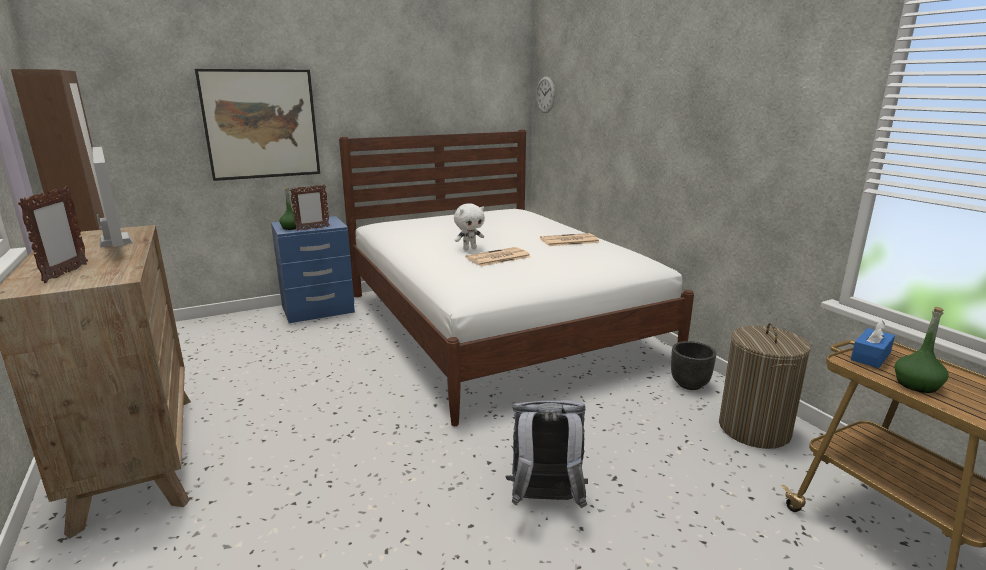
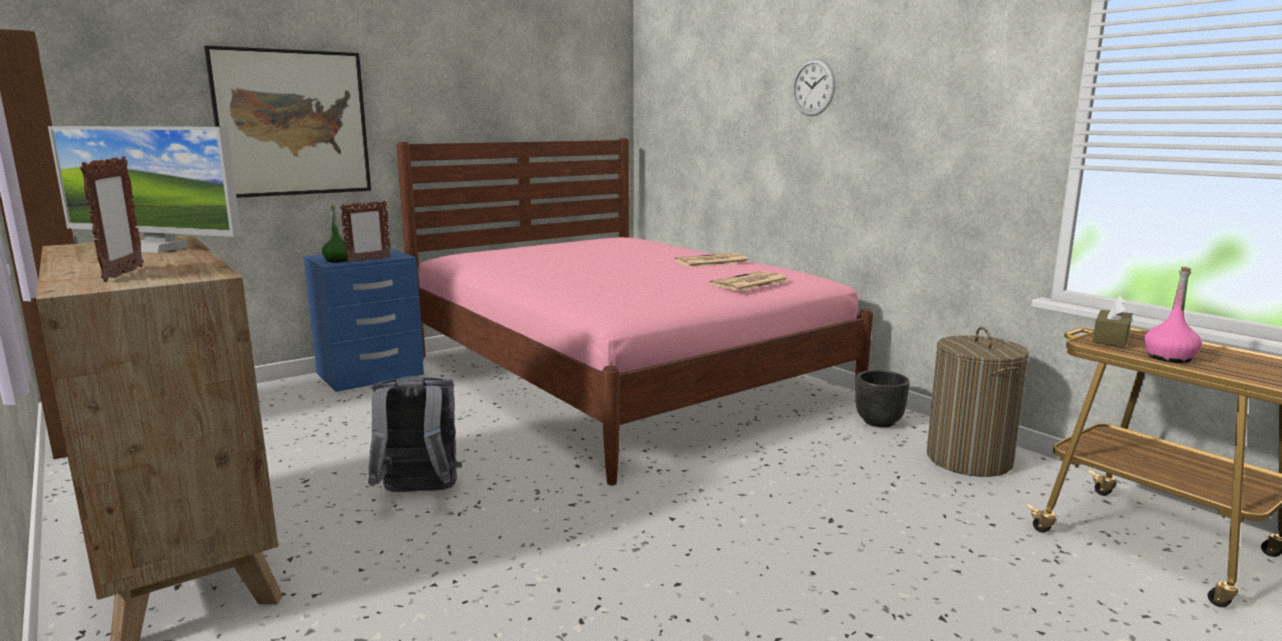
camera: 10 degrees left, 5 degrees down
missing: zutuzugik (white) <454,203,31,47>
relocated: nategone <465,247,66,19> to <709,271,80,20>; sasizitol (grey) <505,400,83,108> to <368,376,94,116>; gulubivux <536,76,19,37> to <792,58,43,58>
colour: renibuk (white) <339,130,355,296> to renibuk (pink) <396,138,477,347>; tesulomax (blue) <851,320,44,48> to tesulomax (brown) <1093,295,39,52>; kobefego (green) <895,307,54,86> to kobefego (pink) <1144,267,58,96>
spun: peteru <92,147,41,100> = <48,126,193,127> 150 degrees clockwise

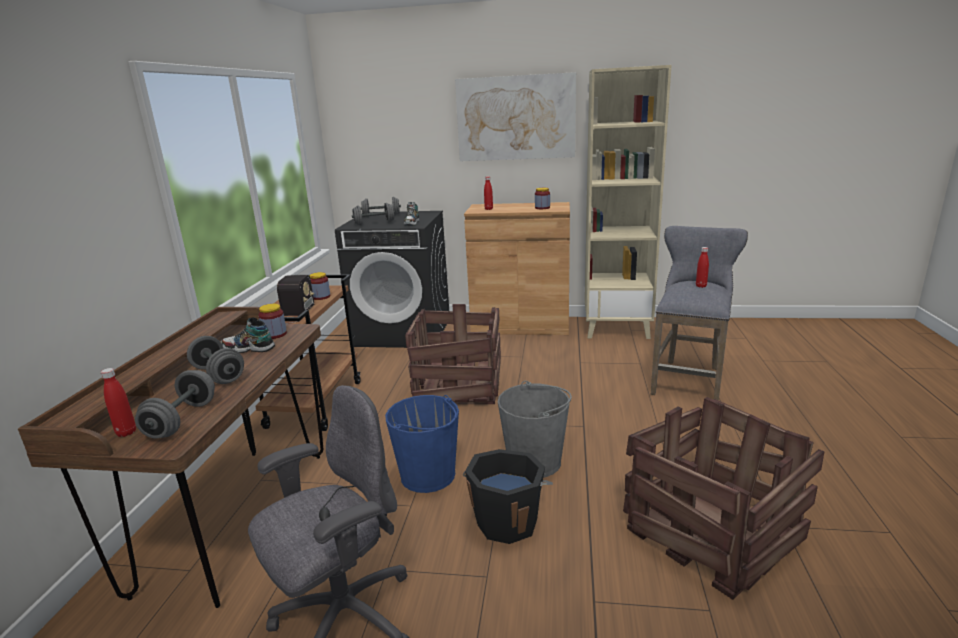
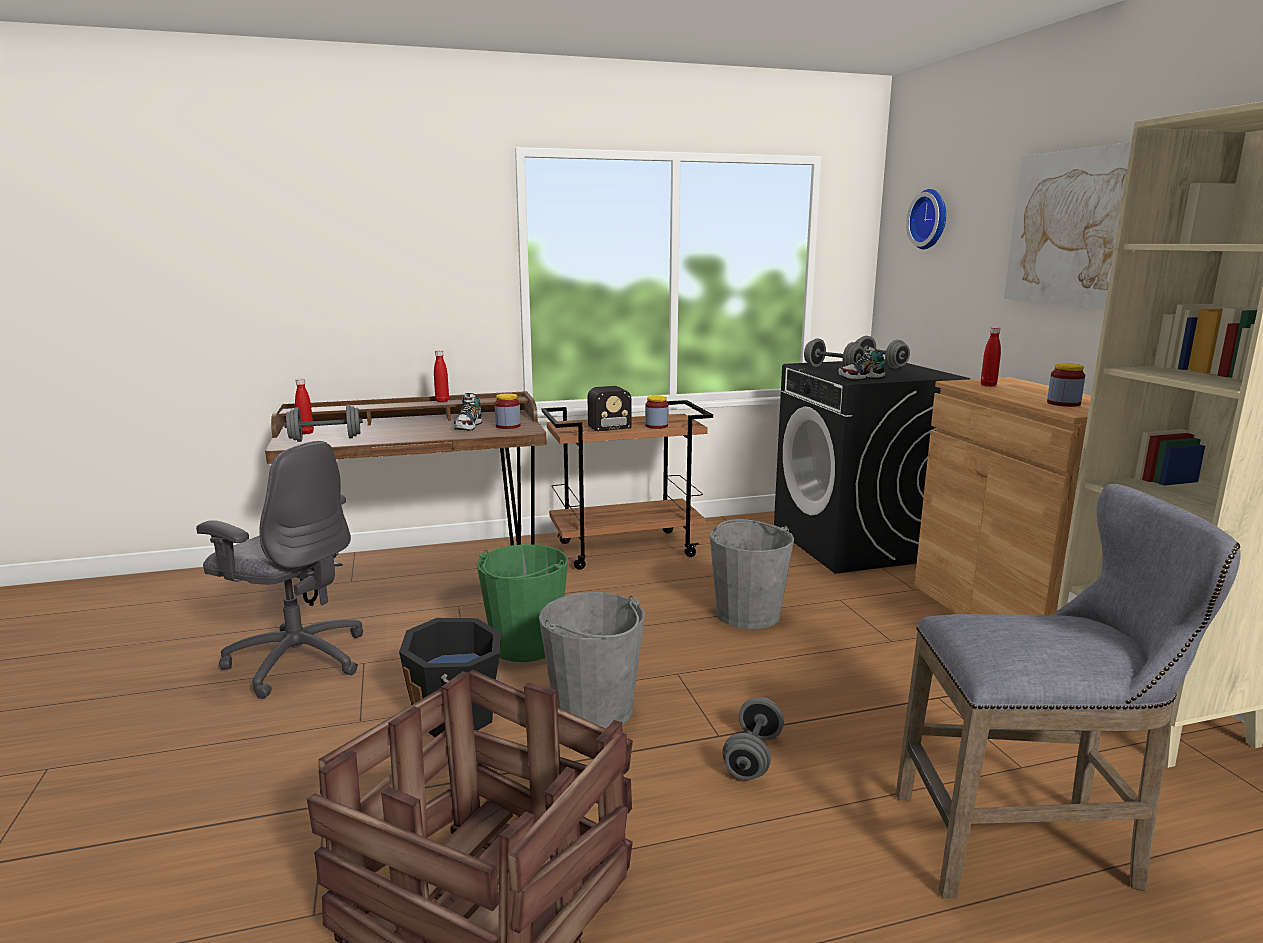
camera: 65 degrees right, 5 degrees down
appeared: gulubivux <906,189,40,60>
relocated: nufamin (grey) <187,336,57,48> to <722,697,62,83>; kobefego (red) <696,247,13,41> to <434,350,15,52>
exchanged: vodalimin <405,304,96,100> to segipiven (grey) <709,519,85,110>
colour: segipiven (blue) <385,395,74,98> to segipiven (green) <477,544,91,118>
spun: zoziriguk <221,317,54,36> = <453,393,29,38> 150 degrees counterclockwise

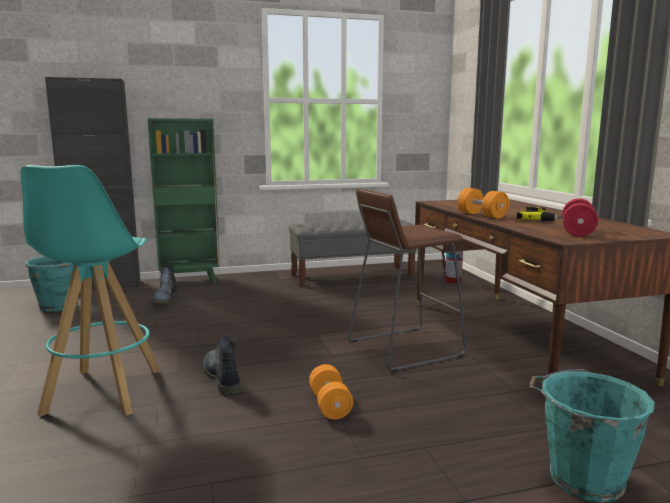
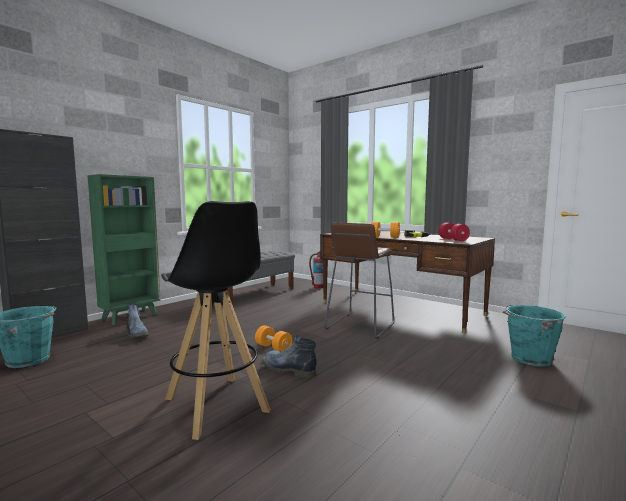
camera: 35 degrees left, 5 degrees down
relocated: nufamin (orange) <309,364,44,56> to <255,325,38,27>
colour: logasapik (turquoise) <21,165,140,252> to logasapik (black) <161,201,110,239>

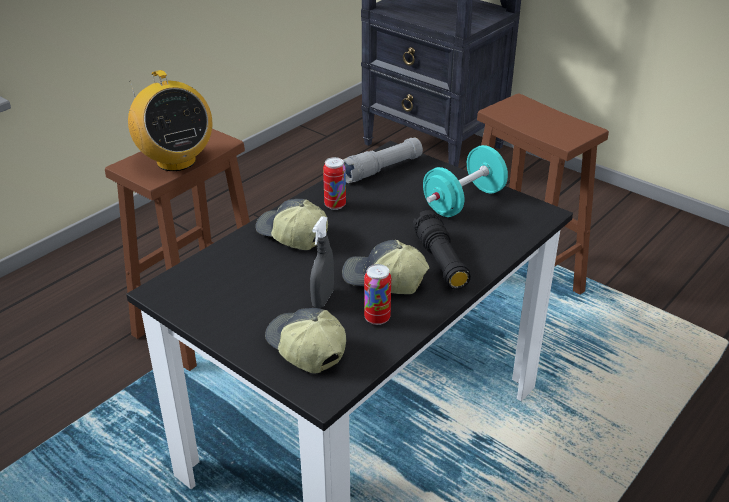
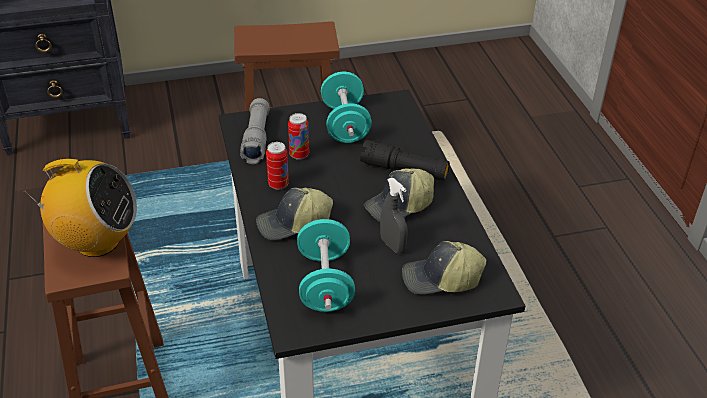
camera: 55 degrees left, 5 degrees up
appeared: nufamin (turquoise) <297,219,58,93>
relocated: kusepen <364,264,27,61> to <288,113,21,47>

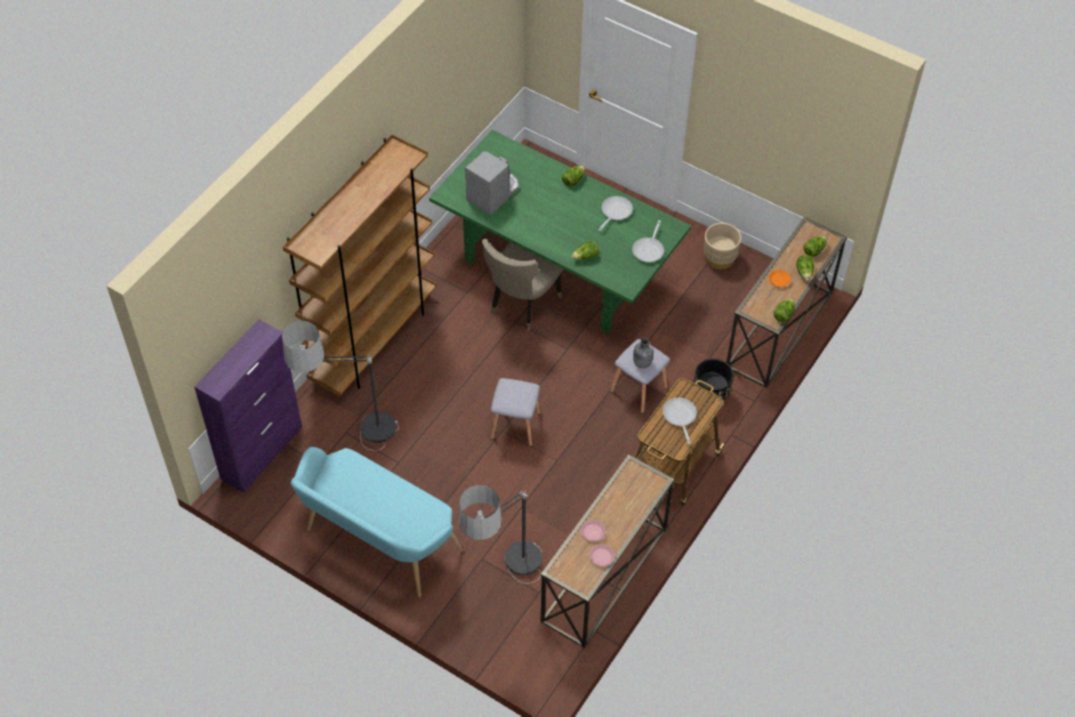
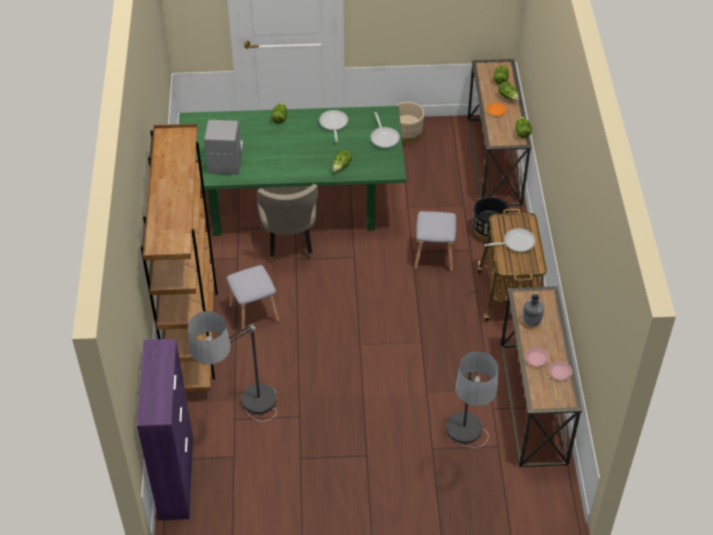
camera: 35 degrees left, 5 degrees down
missing: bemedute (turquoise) <291,447,172,150>
relocated: logasapik (grey) <491,378,49,69> to <227,265,52,68>; kobefego (grey) <633,338,21,30> to <522,294,22,32>
spun: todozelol <663,398,34,46> = <484,228,52,24> 120 degrees clockwise

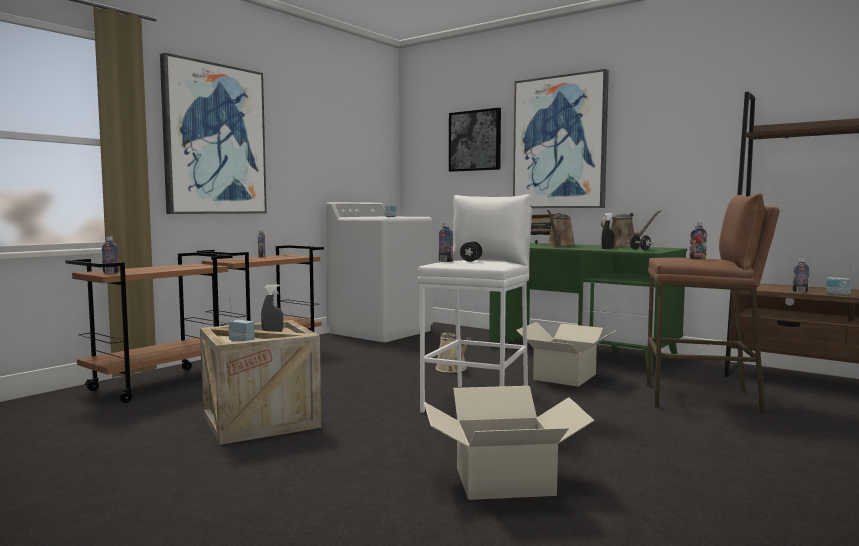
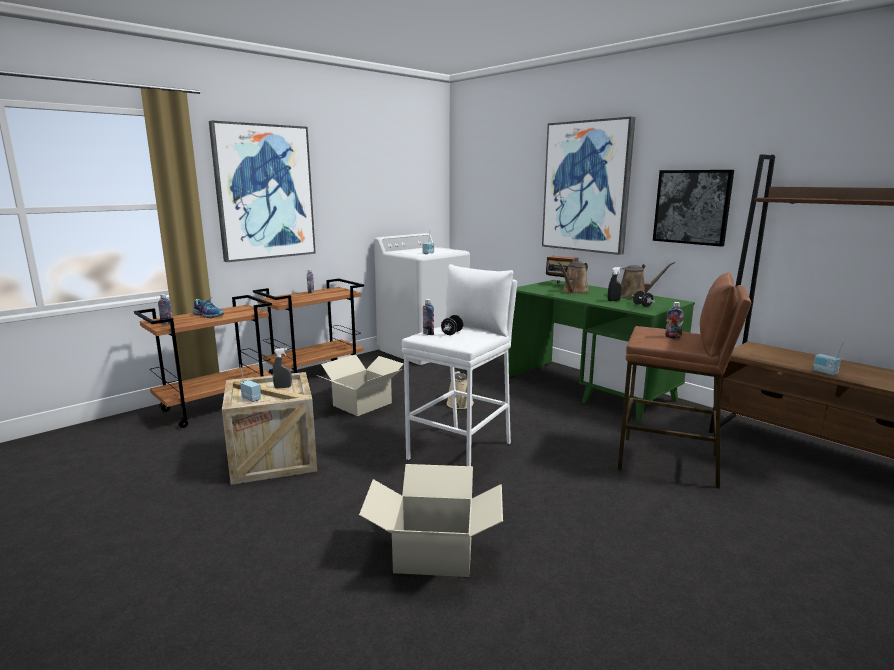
camera: 10 degrees right, 10 degrees up
missing: kobefego <792,258,17,34>
appeared: zoziriguk <192,298,32,20>
relocated: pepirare <449,108,52,64> to <653,170,81,77>; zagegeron <516,322,100,65> to <317,354,87,62>

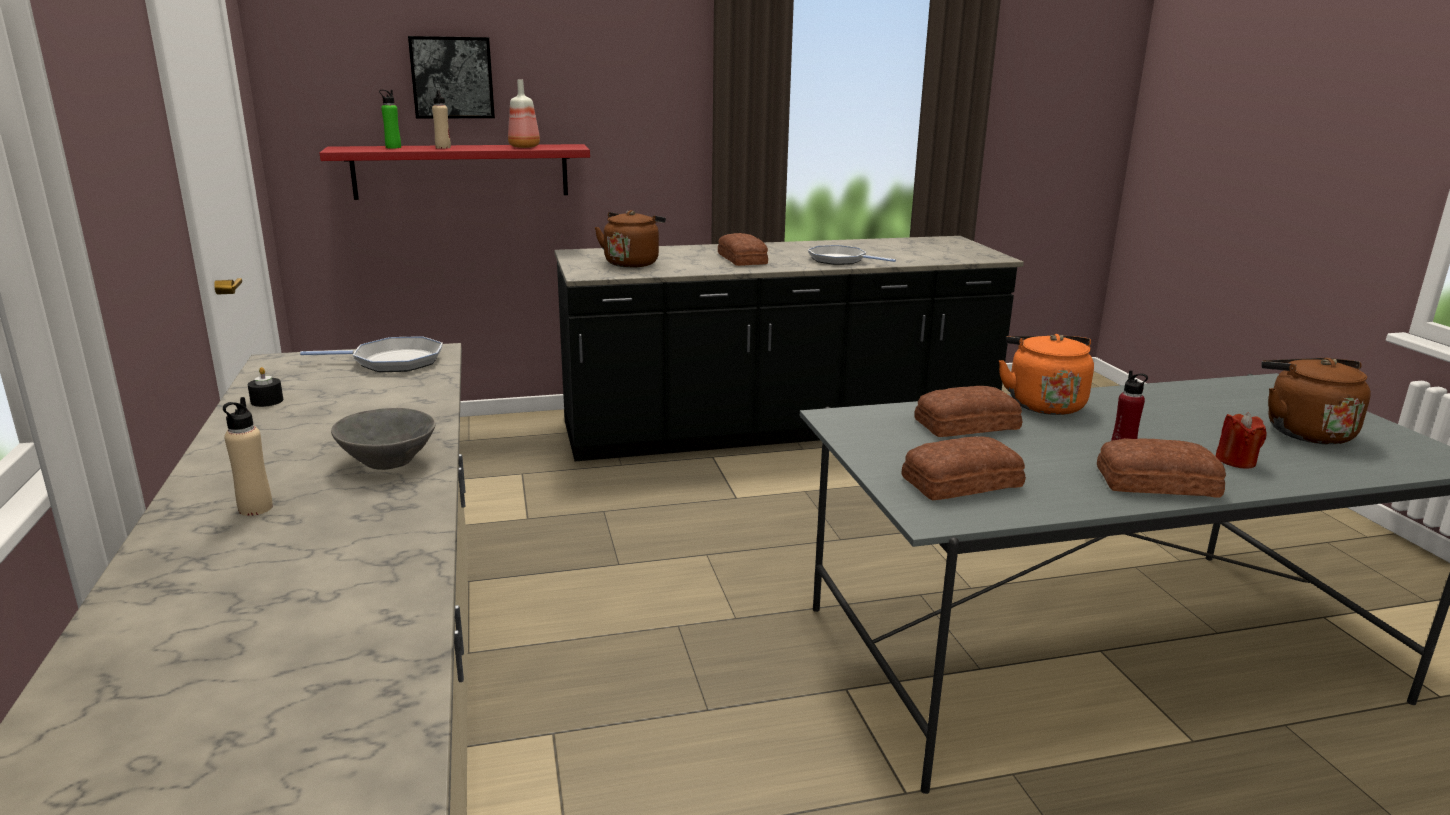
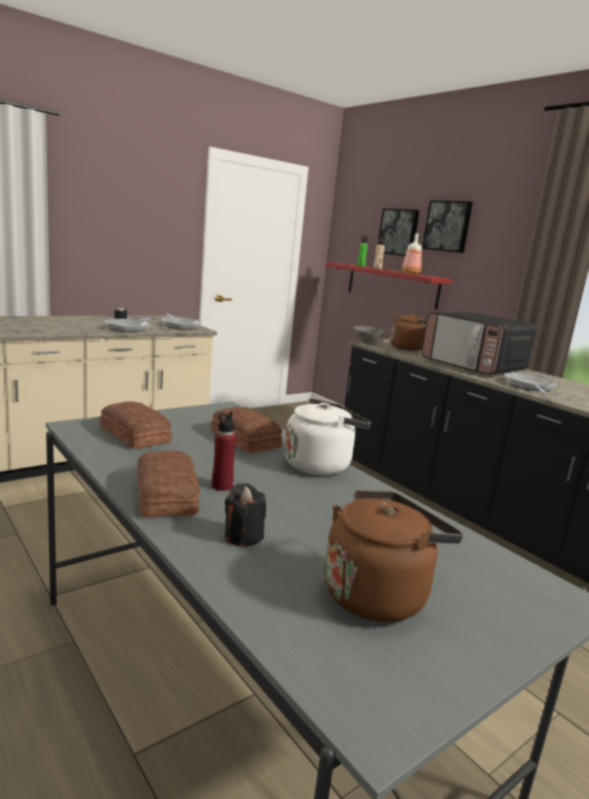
camera: 65 degrees right, 5 degrees down
missing: kobefego (beige) <223,397,50,119>
appeared: todozelol <104,318,48,14>; pepirare <422,200,51,53>
relocated: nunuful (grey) <331,408,104,62> to <353,326,33,18>
exchanged: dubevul <718,233,50,33> to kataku <421,312,116,63>
colour: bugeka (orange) <998,334,96,81> to bugeka (white) <285,398,86,77>; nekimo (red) <1215,413,52,56> to nekimo (black) <225,483,41,64>

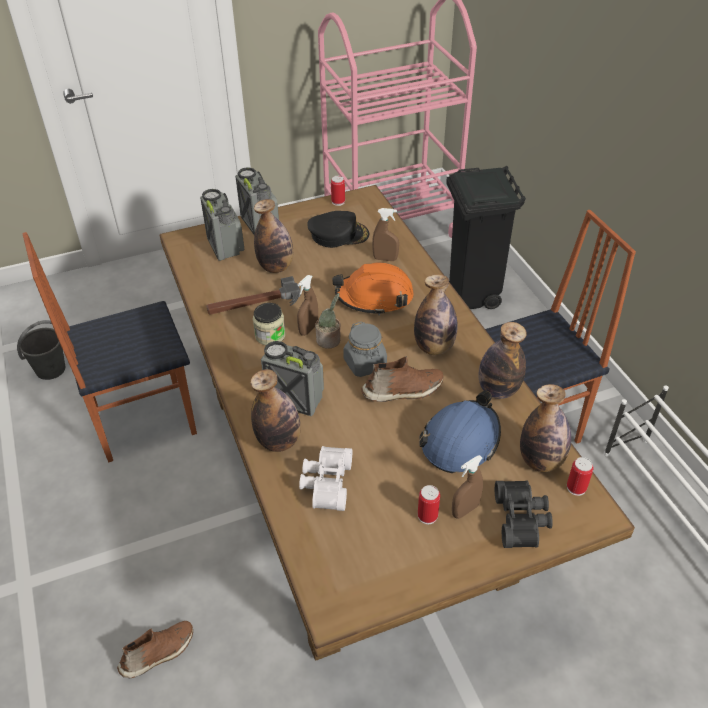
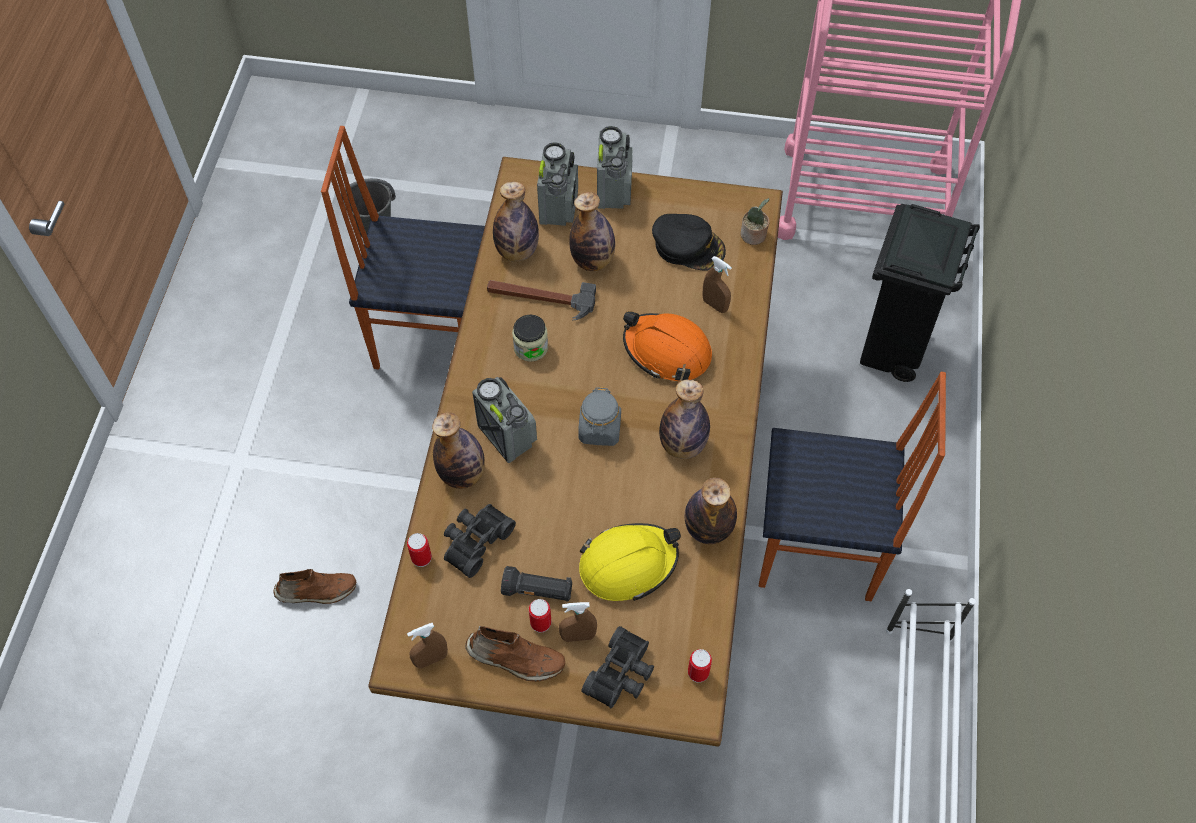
camera: 30 degrees right, 15 degrees up
appeared: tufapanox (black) <501,566,71,35>
relocated: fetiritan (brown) <297,275,21,61> to <407,623,41,46>; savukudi <315,293,26,56> to <740,198,29,47>; kusepen <331,176,14,30> to <407,533,25,34>; zoziriguk (brown) <361,356,82,46> to <465,626,100,56>; kobefego <520,384,51,88> to <493,182,46,80>
colour: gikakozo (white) <299,446,53,65> to gikakozo (black) <444,504,72,74>; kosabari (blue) <419,391,82,82> to kosabari (yellow) <579,523,102,78>

